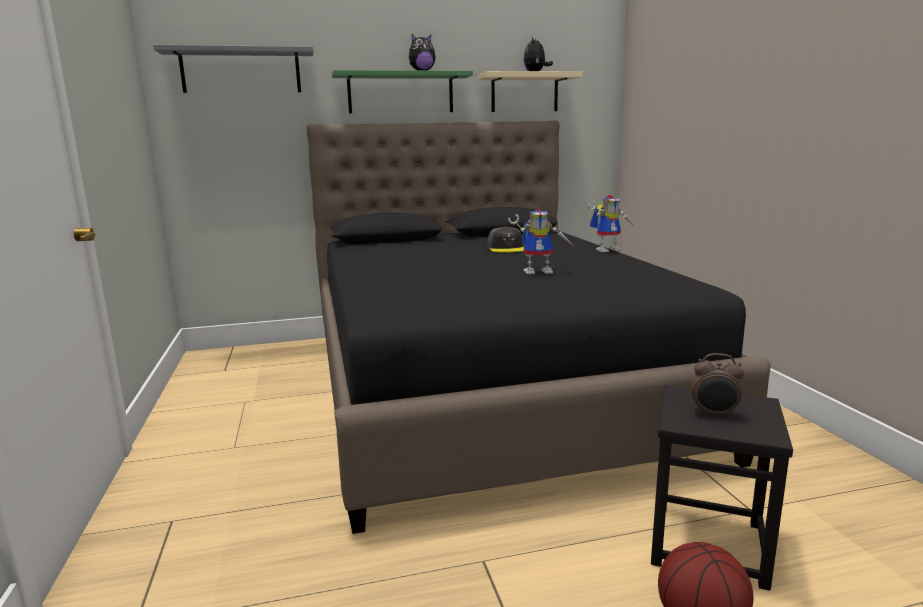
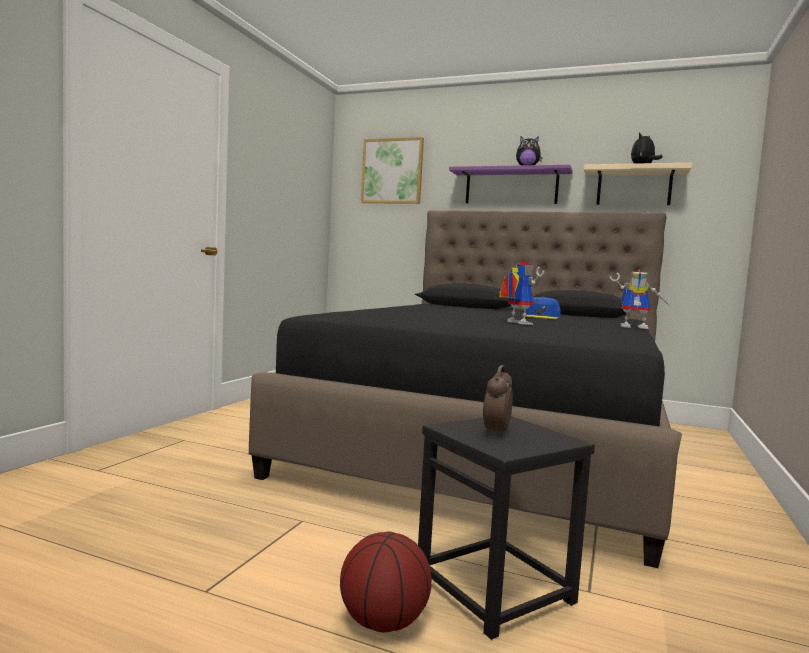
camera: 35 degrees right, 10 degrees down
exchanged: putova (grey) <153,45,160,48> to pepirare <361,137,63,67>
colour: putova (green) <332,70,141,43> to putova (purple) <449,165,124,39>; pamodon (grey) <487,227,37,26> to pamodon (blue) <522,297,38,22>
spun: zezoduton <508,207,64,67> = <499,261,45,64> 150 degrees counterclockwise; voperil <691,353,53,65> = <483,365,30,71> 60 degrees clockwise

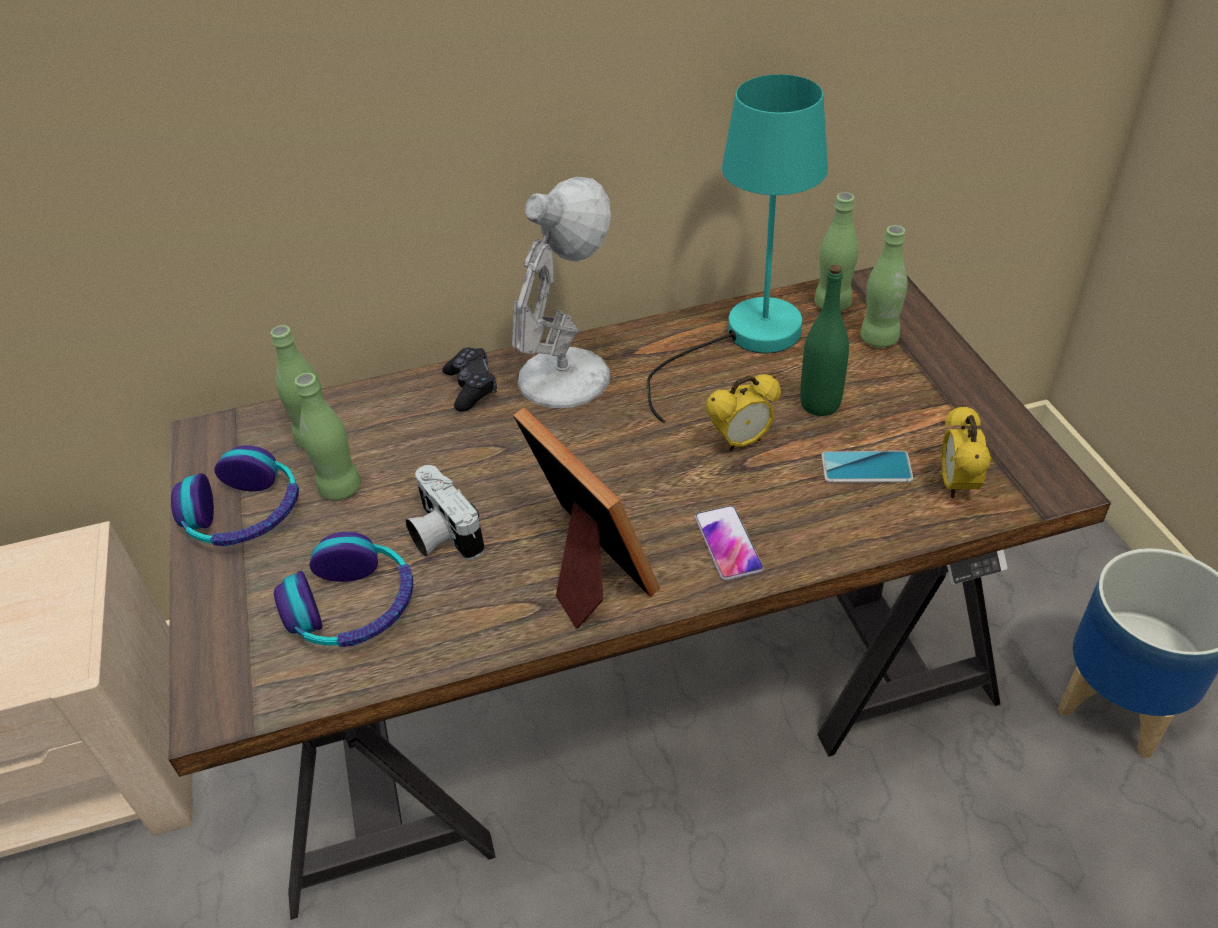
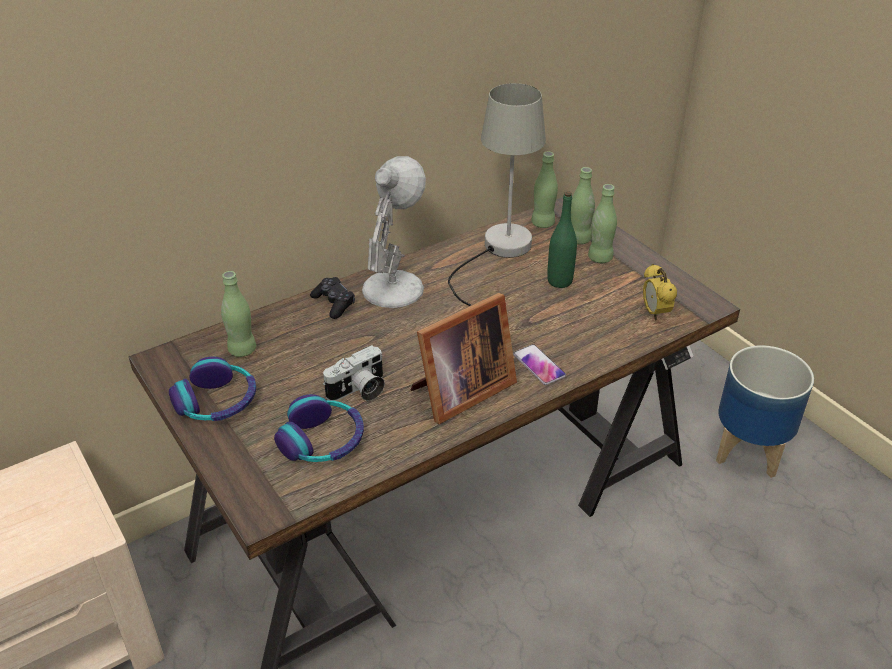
camera: 20 degrees left, 5 degrees down
missing: voperil <706,374,75,78>; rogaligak <821,451,92,32>
relocated: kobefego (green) <295,373,66,127> to <588,184,29,79>
colour: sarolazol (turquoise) <647,74,181,349> to sarolazol (grey) <448,83,98,223>
spun: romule <405,465,80,95> = <323,345,62,56> 75 degrees counterclockwise; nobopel <513,407,147,222> = <411,293,106,131> 105 degrees clockwise

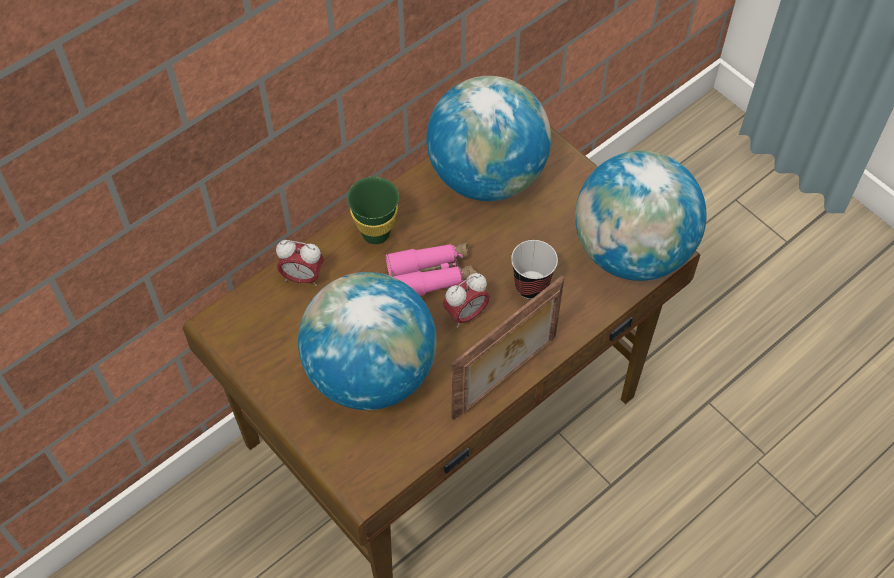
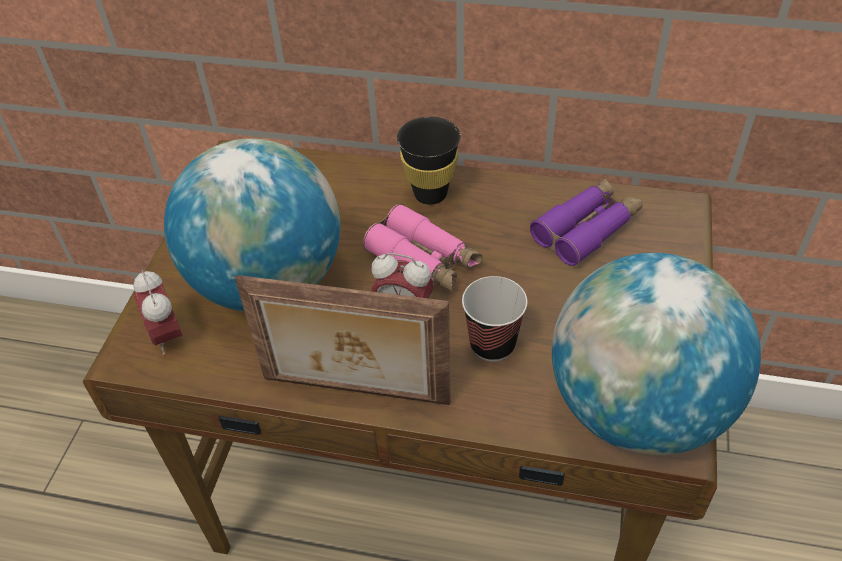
camera: 55 degrees right, 10 degrees down
relocated: voperil <276,240,48,46> to <133,270,50,85>
exchanged: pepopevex <426,76,125,125> to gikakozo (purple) <530,179,113,87>
colour: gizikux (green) <347,177,52,67> to gizikux (black) <397,117,63,88>

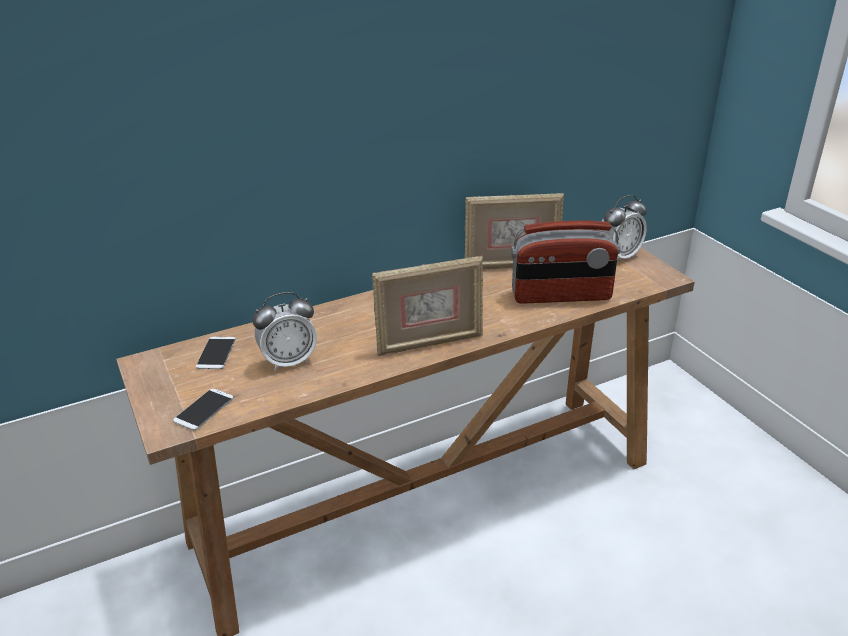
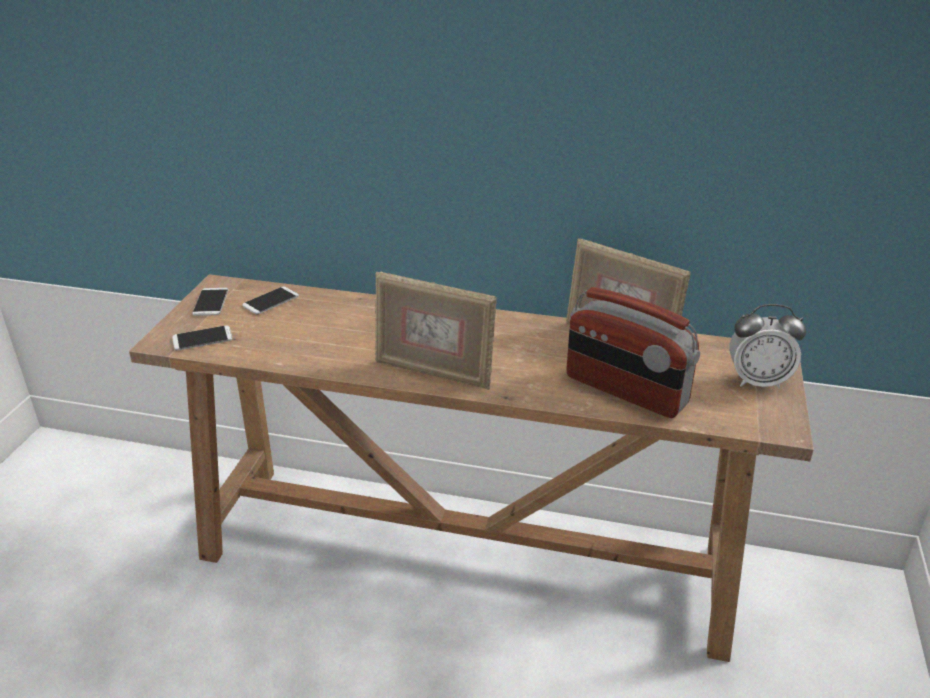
camera: 40 degrees right, 0 degrees up
missing: voperil <252,292,65,79>
appeared: rogaligak <192,288,36,28>

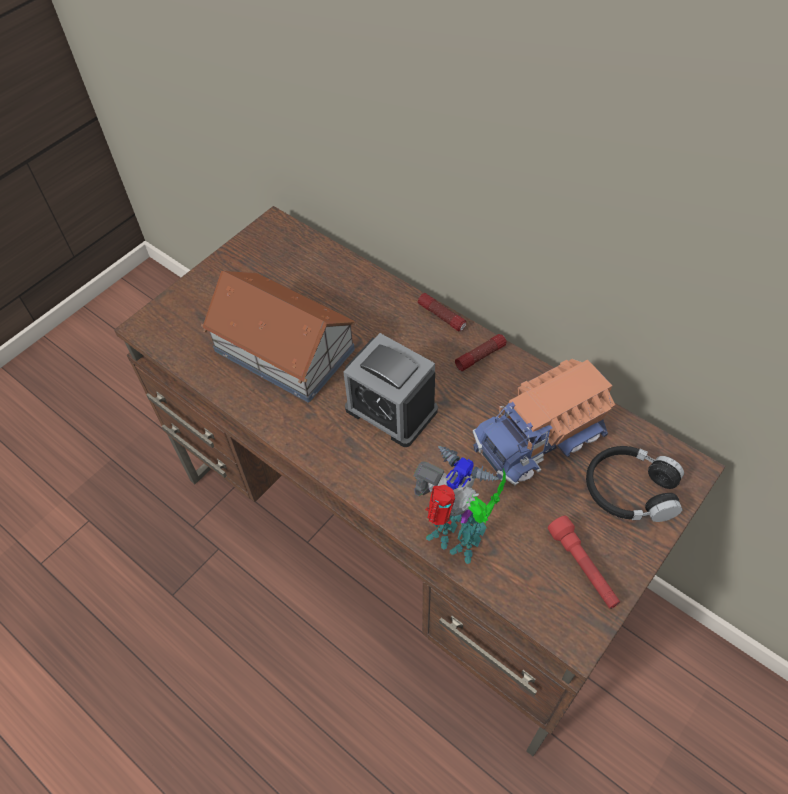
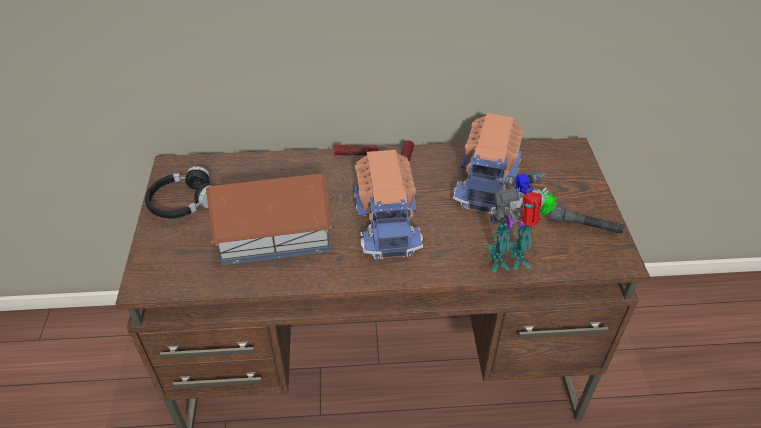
camera: 45 degrees left, 10 degrees down
relocated: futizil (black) <586,446,98,76> to <145,166,68,52>
exchanged: voperil <343,333,95,114> to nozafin <353,150,70,110>
colour: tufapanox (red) <548,516,72,93> to tufapanox (grey) <549,205,76,29>

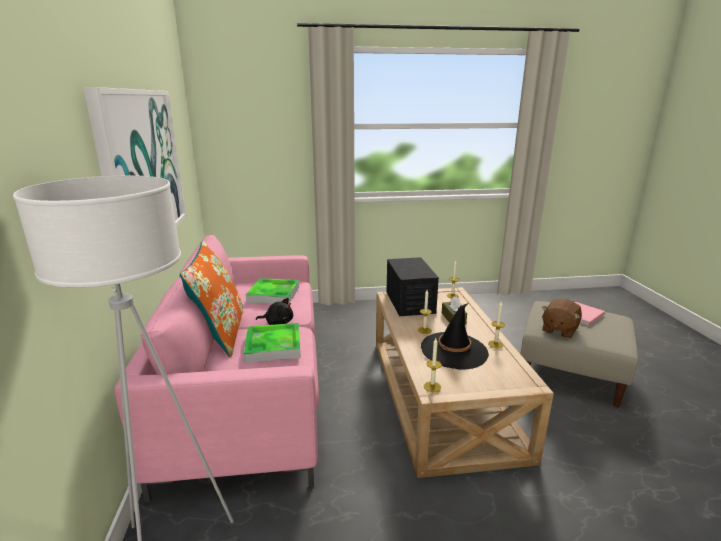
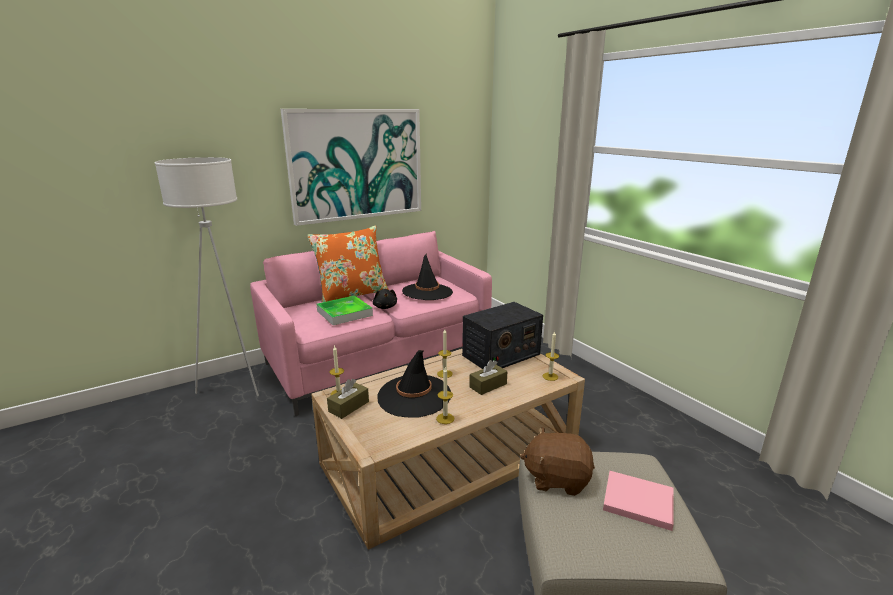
camera: 65 degrees right, 0 degrees up
appeared: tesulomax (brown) <327,379,42,40>
exchanged: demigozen <246,278,53,26> to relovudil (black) <402,254,51,46>

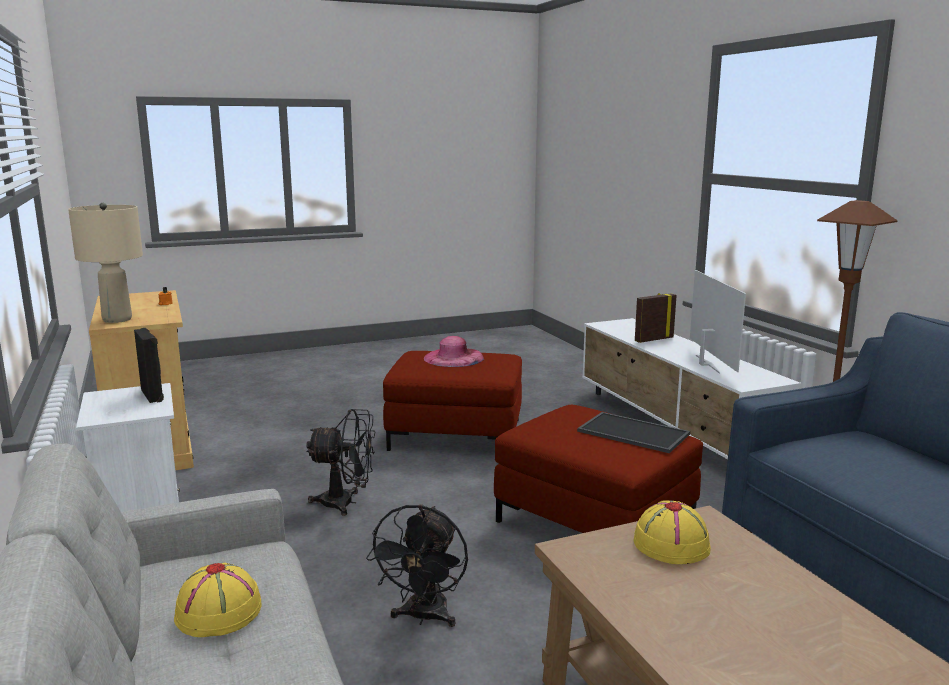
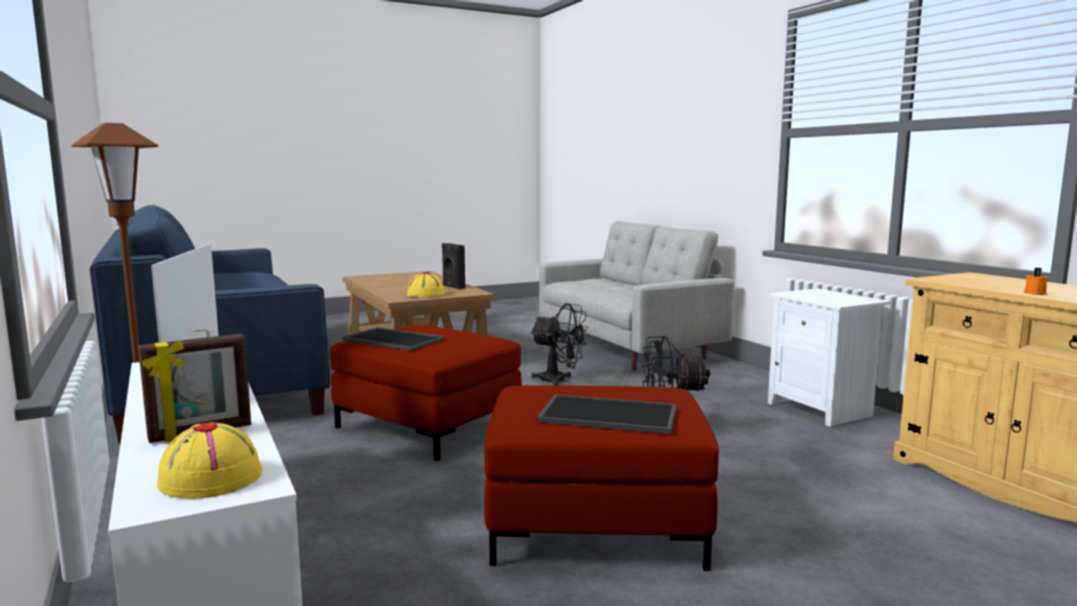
camera: 175 degrees right, 5 degrees down
missing: sarolazol (beige) <68,203,75,120>
relocated: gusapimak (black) <134,328,30,75> to <442,243,23,46>; relovudil (yellow) <174,563,88,74> to <157,422,106,77>
exchanged: relovudil (pink) <424,336,60,31> to demigozen <537,394,139,40>
spun: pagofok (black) <366,504,102,123> = <531,303,57,82> 105 degrees clockwise

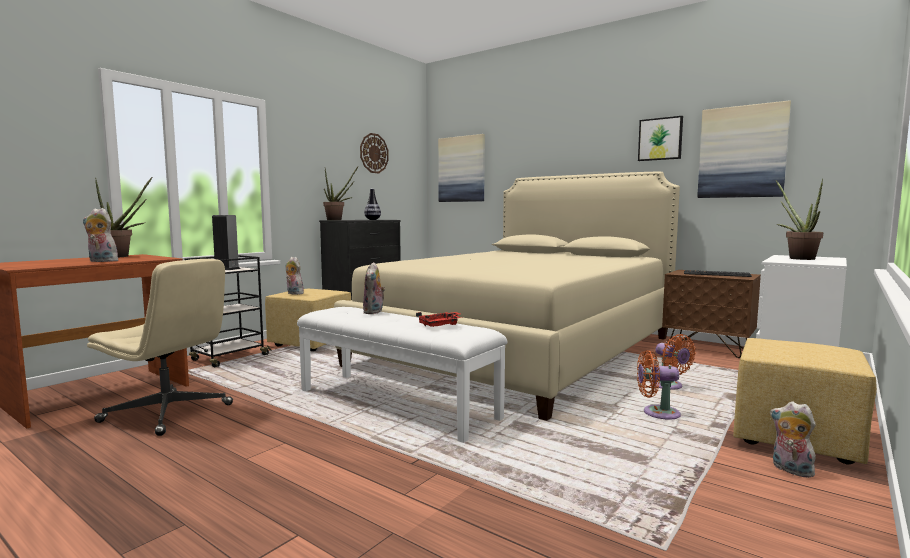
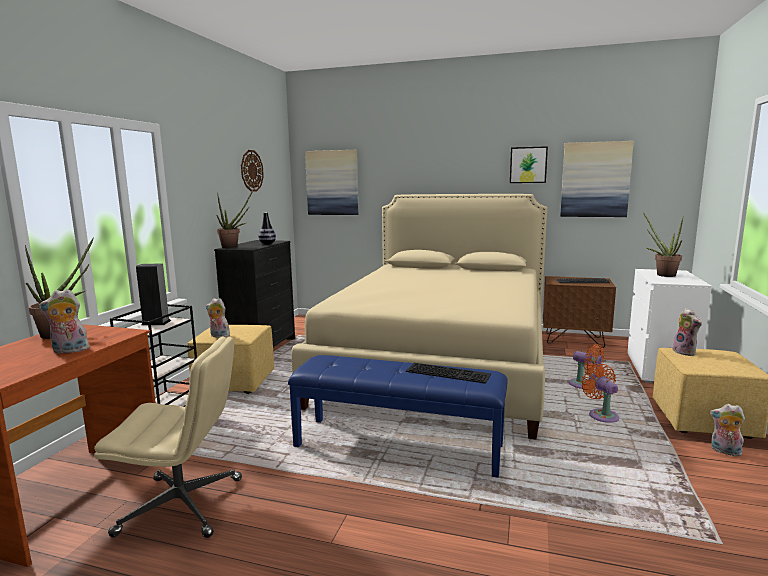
camera: 20 degrees left, 5 degrees up
relocated: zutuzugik <363,262,22,52> to <672,308,30,48>
exchanged: demigozen (red) <416,312,46,15> to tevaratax <406,363,85,21>
colour: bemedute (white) <297,307,211,136> to bemedute (blue) <288,355,220,123>
spun: pagofok (orange) <637,350,44,69> = <581,364,38,59> 90 degrees clockwise

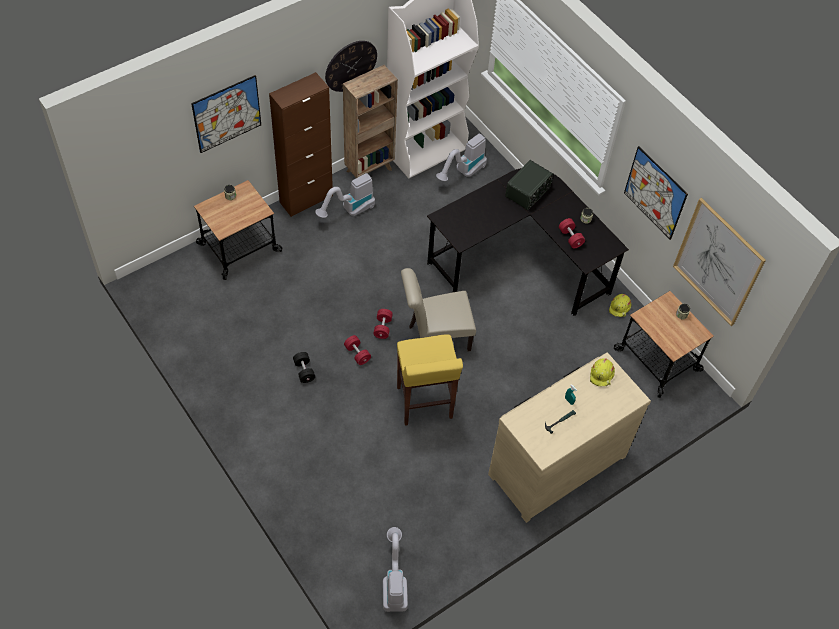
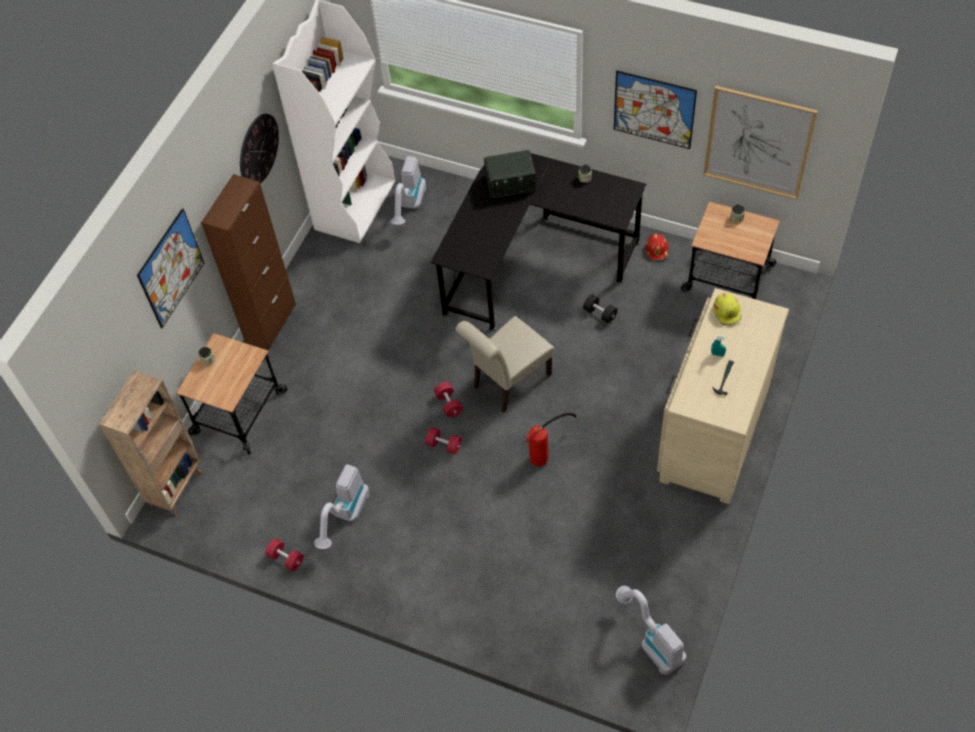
camera: 25 degrees left, 0 degrees up
relocated: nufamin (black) <293,352,22,31> to <583,294,35,30>; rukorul <315,173,60,45> to <314,464,56,85>; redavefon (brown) <343,65,55,113> to <99,370,104,146>; nufamin (red) <559,218,26,31> to <265,538,39,33>
exchanged: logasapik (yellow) <397,334,66,92> to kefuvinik <526,413,52,53>
colour: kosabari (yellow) <609,294,22,23> to kosabari (red) <646,234,23,27>
spun: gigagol <505,160,48,50> = <484,150,53,48> 75 degrees clockwise

